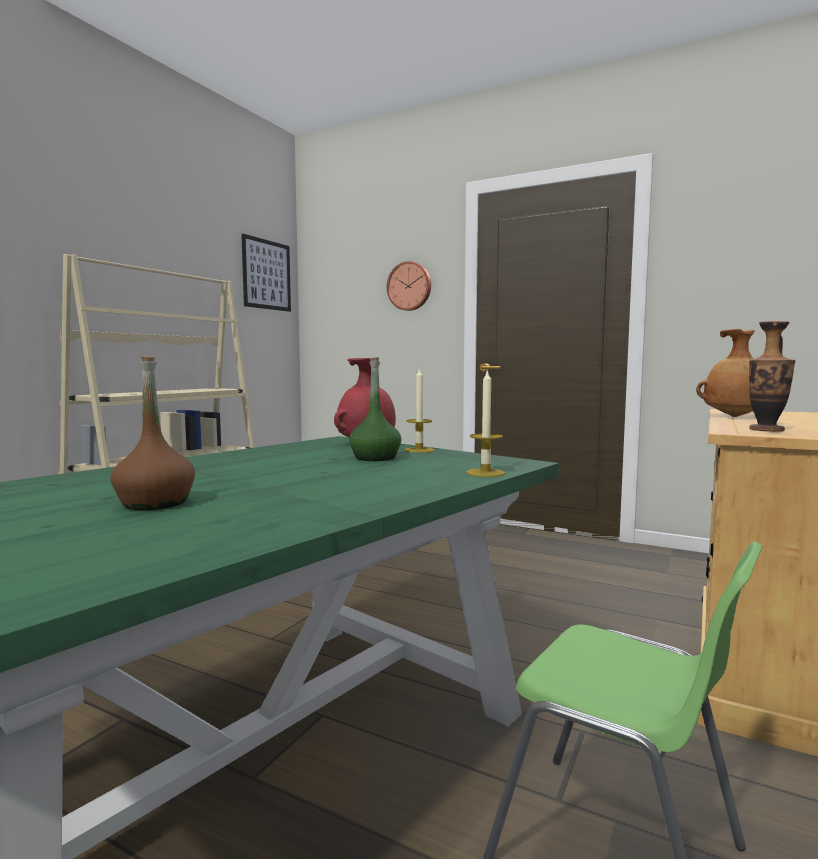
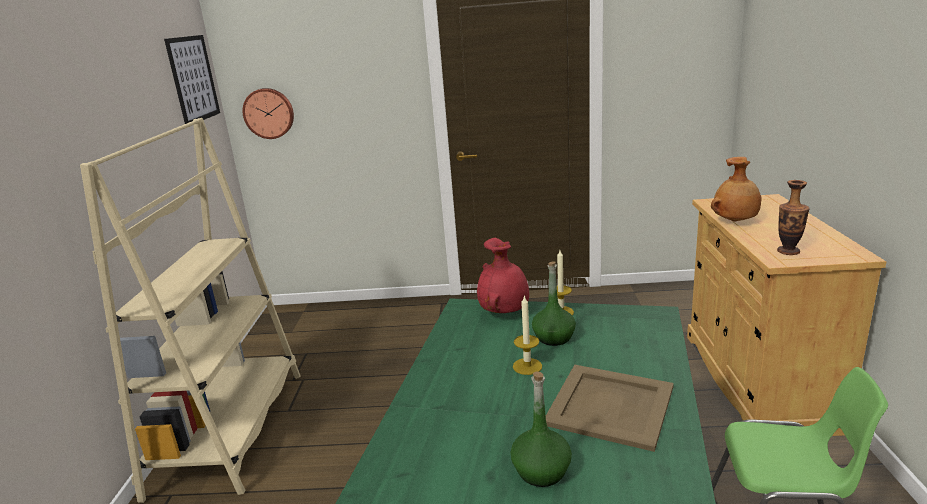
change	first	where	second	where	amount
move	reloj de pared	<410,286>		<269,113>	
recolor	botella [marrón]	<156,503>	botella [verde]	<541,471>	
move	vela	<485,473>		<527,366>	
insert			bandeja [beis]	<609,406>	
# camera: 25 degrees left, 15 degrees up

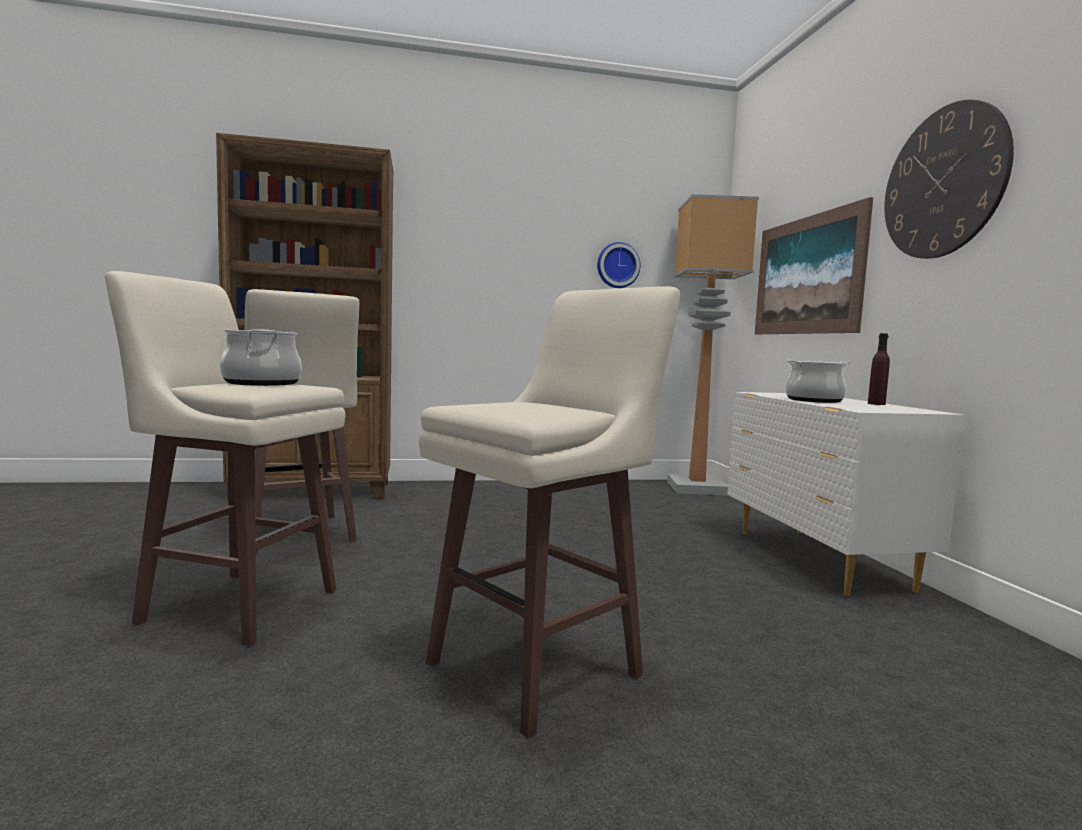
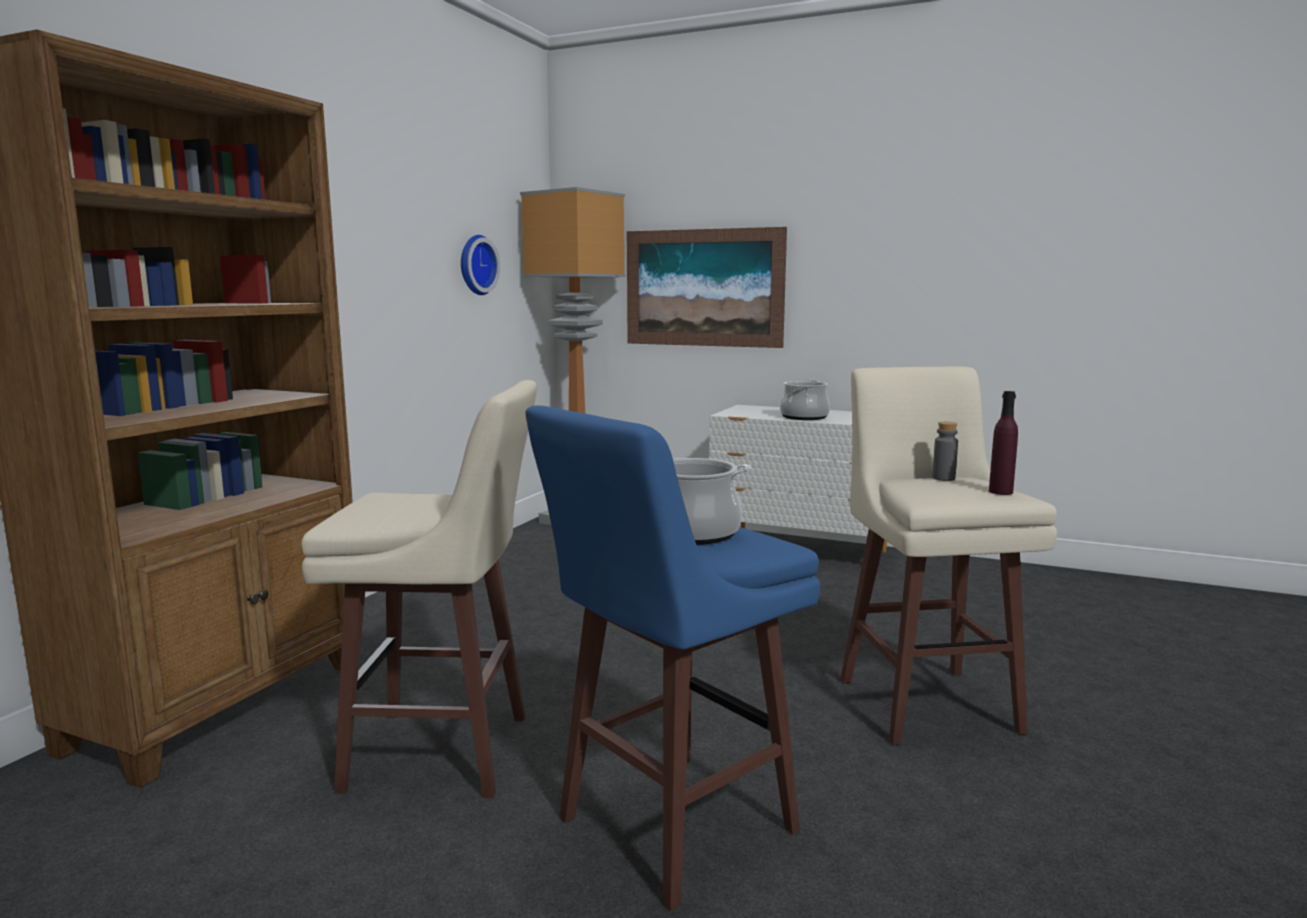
change	first	where	second	where	amount
recolor	taburete [beis]	<237,605>	taburete [azul]	<670,826>	
insert			botella [gris]	<943,478>	
move	botella [morado]	<876,404>		<1000,492>	
delete	reloj de pared	<943,182>			
# camera: 55 degrees left, 5 degrees up

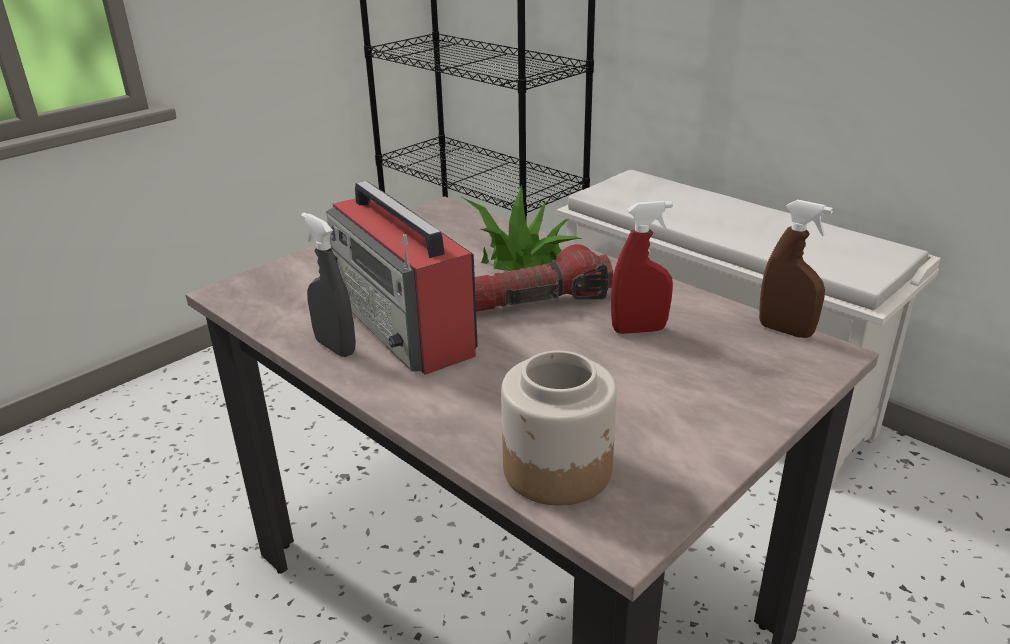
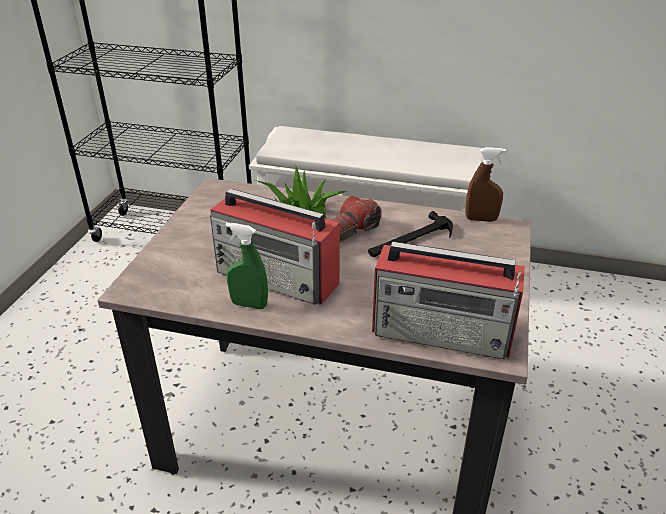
change	first	where	second	where	amount
recolor	pulverizador [gris]	<335,347>	pulverizador [verde]	<249,304>	
replace	pulverizador [rojo]	<639,330>	martillo	<410,240>	
replace	tarro	<559,469>	radio	<443,332>	
# camera: 30 degrees left, 5 degrees up

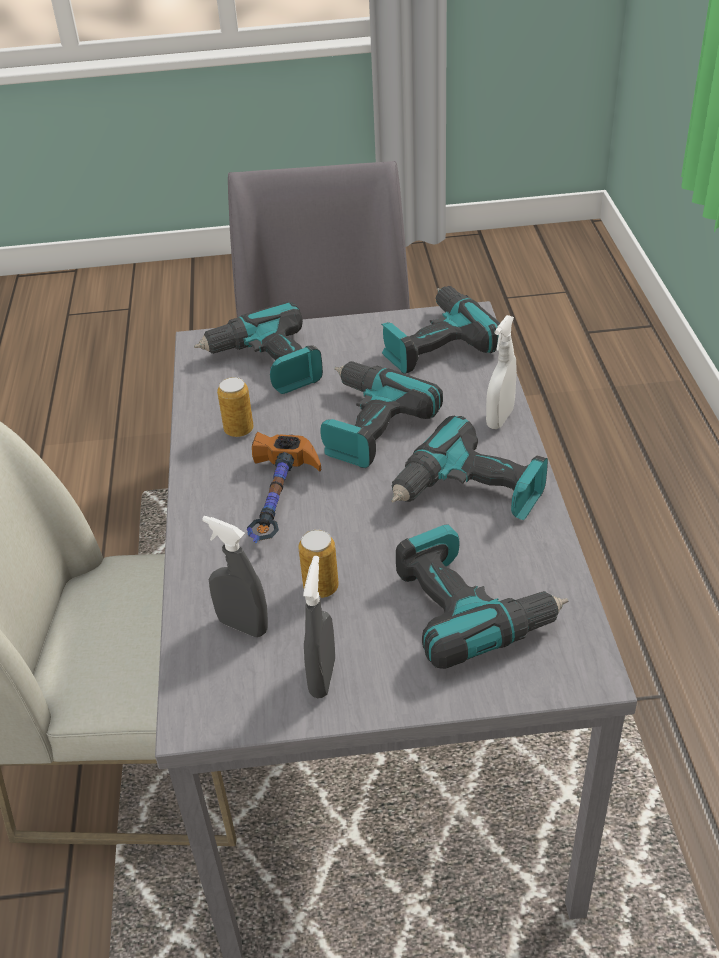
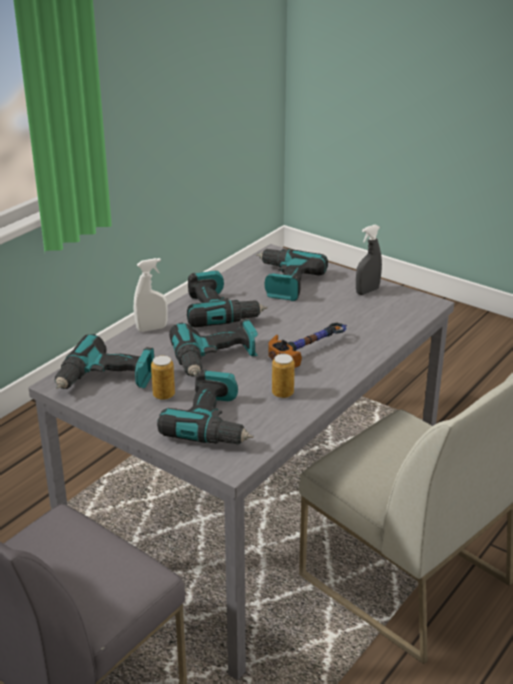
change	first	where	second	where	amount
move	lata	<321,587>		<164,395>	
delete	pulverizador [gris]	<243,626>			
# camera: 140 degrees left, 10 degrees down

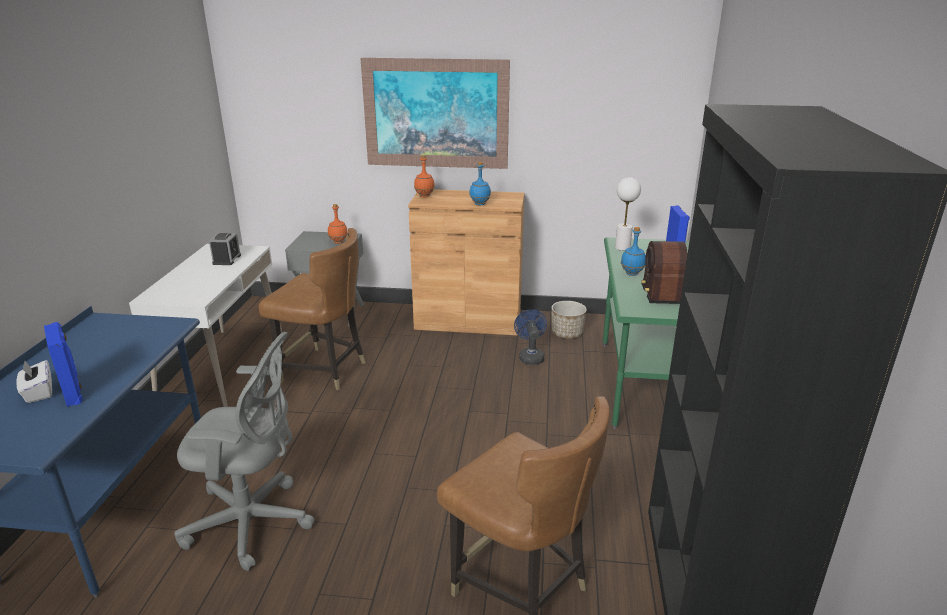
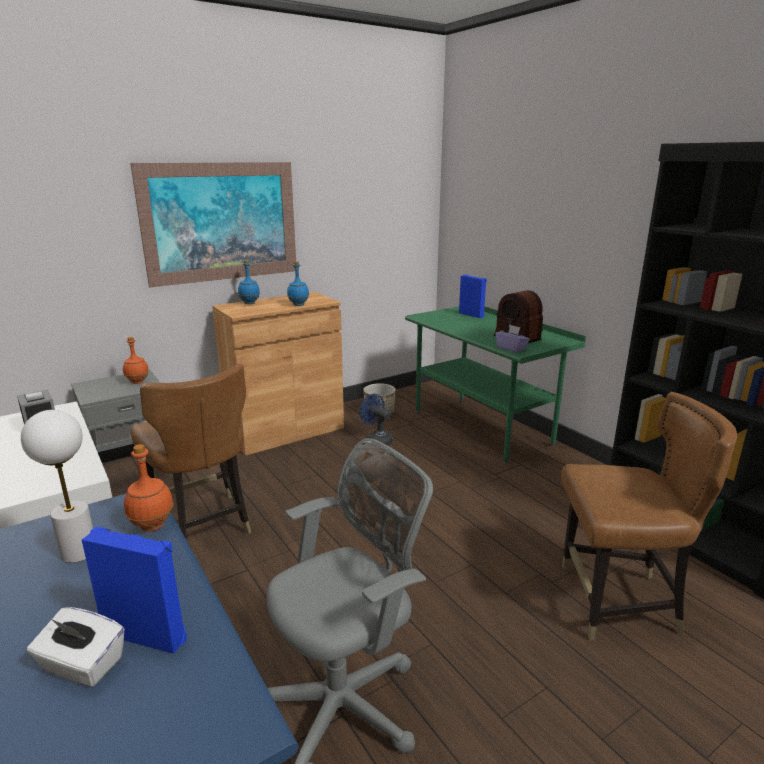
change	first	where	second	where	amount
move	lámpara de mesa [blanco]	<622,247>		<78,552>	
move	botella [naranja]	<424,196>		<152,525>	
rotate	silla [marrón]	<324,370>		<203,525>	75 degrees clockwise
move	botella [azul]	<632,273>		<249,303>	
insert			caja de pañuelos [morado]	<511,348>	
# camera: 40 degrees left, 5 degrees down

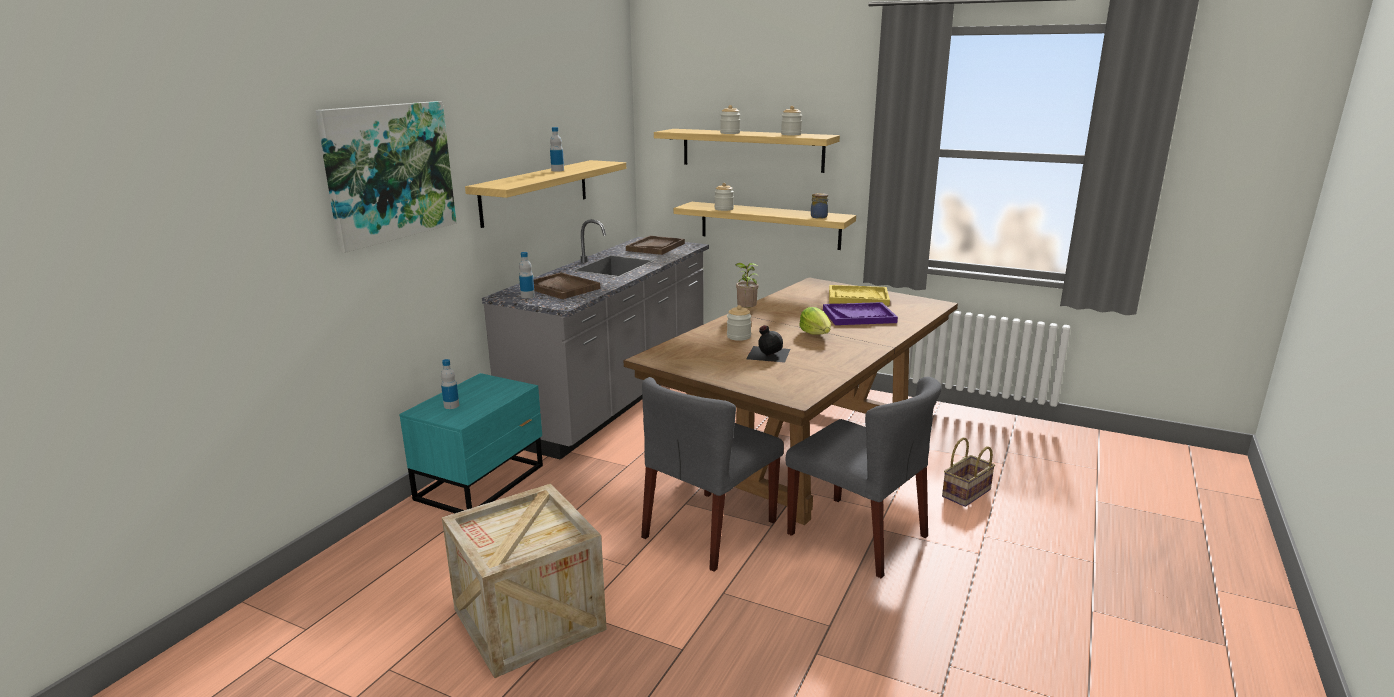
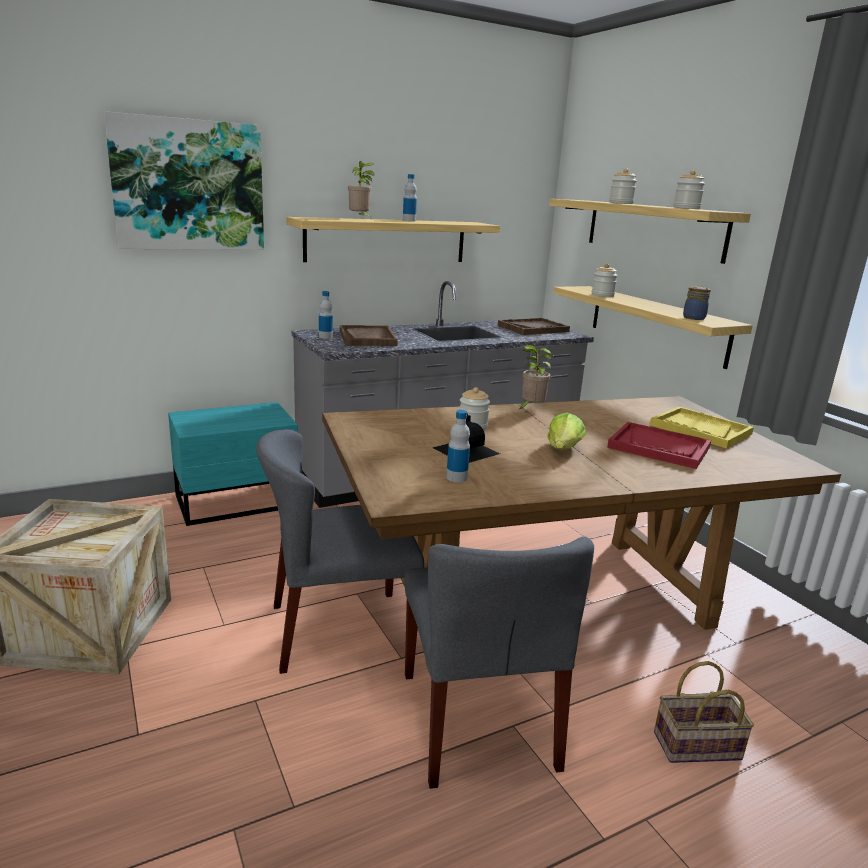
change	first	where	second	where	amount
insert			planta en maceta	<360,219>	
move	botella	<451,406>		<456,477>	
recolor	bandeja [morado]	<859,316>	bandeja [rojo]	<659,447>	
# camera: 35 degrees right, 0 degrees up

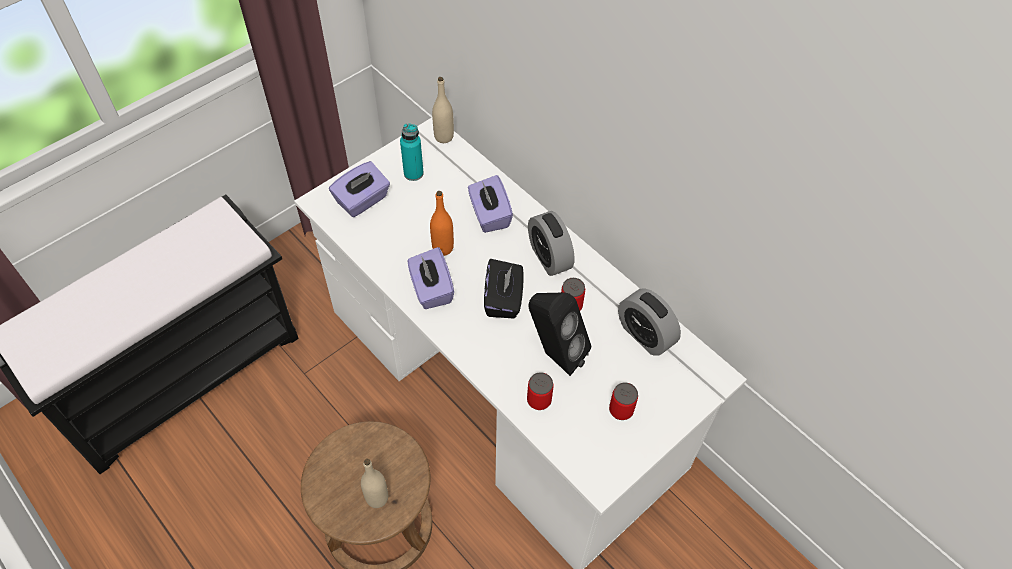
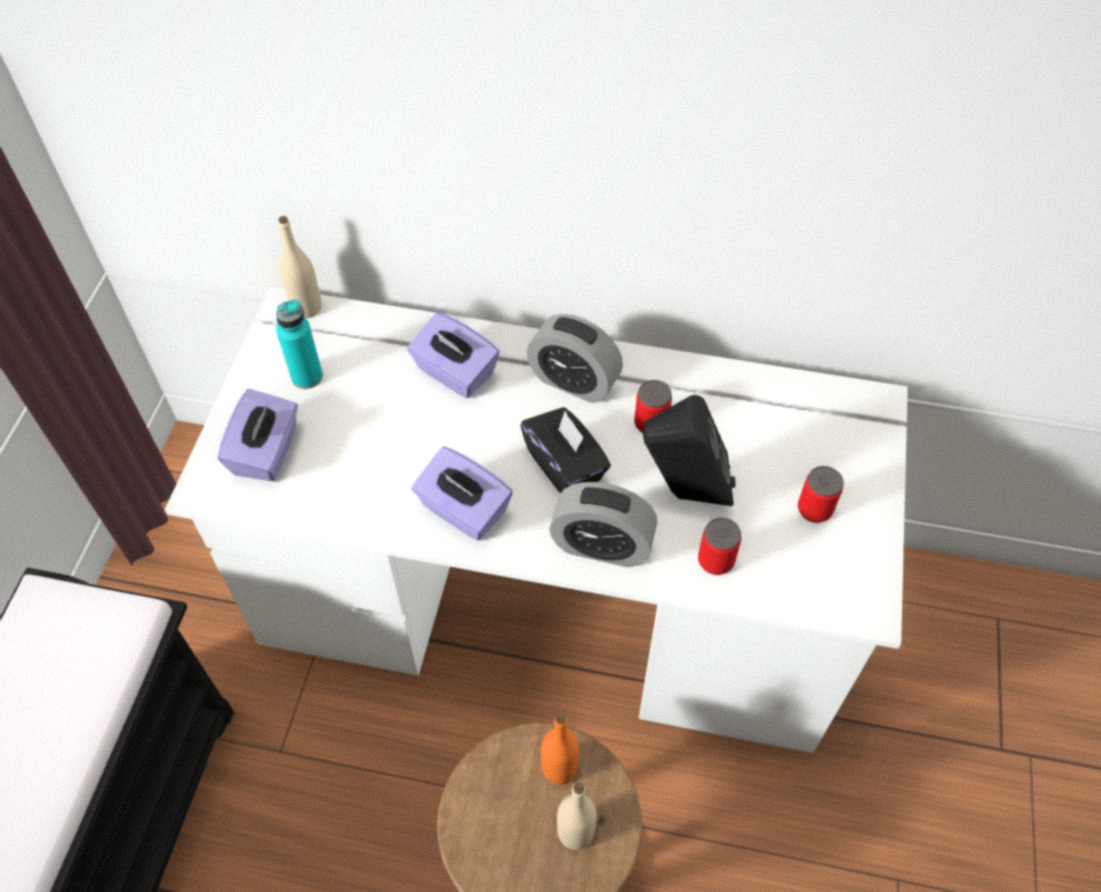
change	first	where	second	where	amount
move	botella [naranja]	<443,248>		<559,768>	
move	despertador	<645,335>		<601,545>	
# camera: 35 degrees left, 0 degrees up

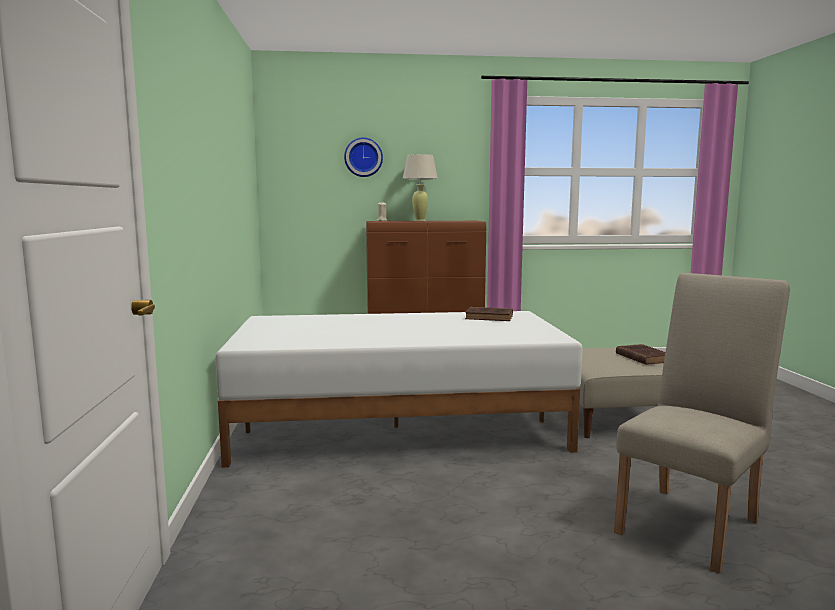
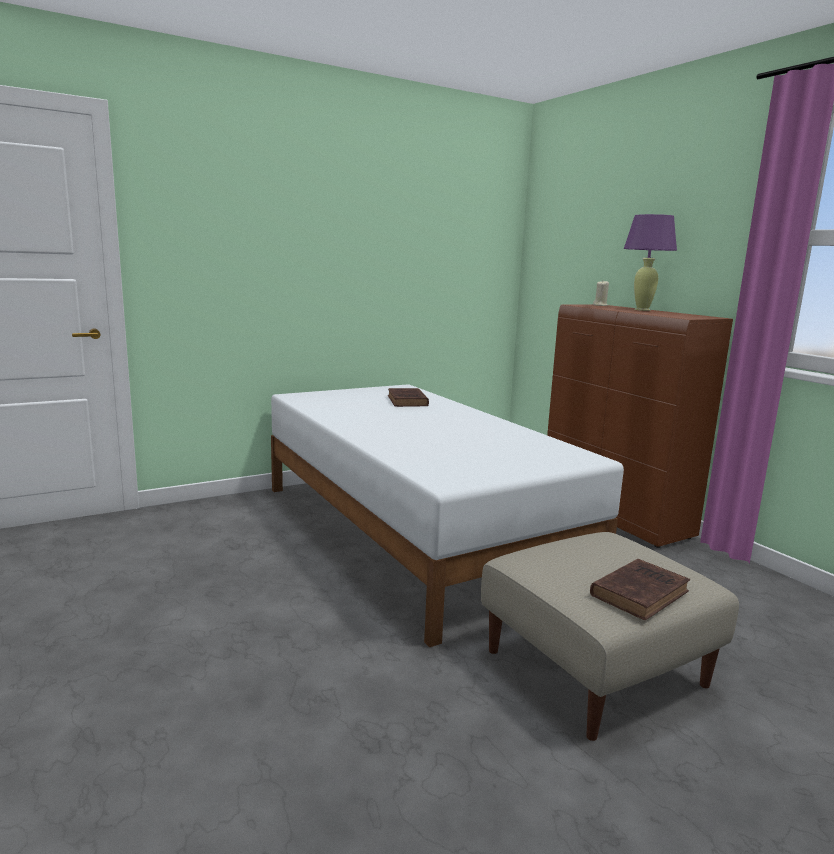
change	first	where	second	where	amount
move	libro [marrón]	<490,317>		<407,401>	
recolor	lámpara de mesa [beis]	<419,220>	lámpara de mesa [morado]	<642,310>	
delete	reloj de pared	<363,157>			
delete	silla [beis]	<693,522>			
# camera: 65 degrees right, 5 degrees up

